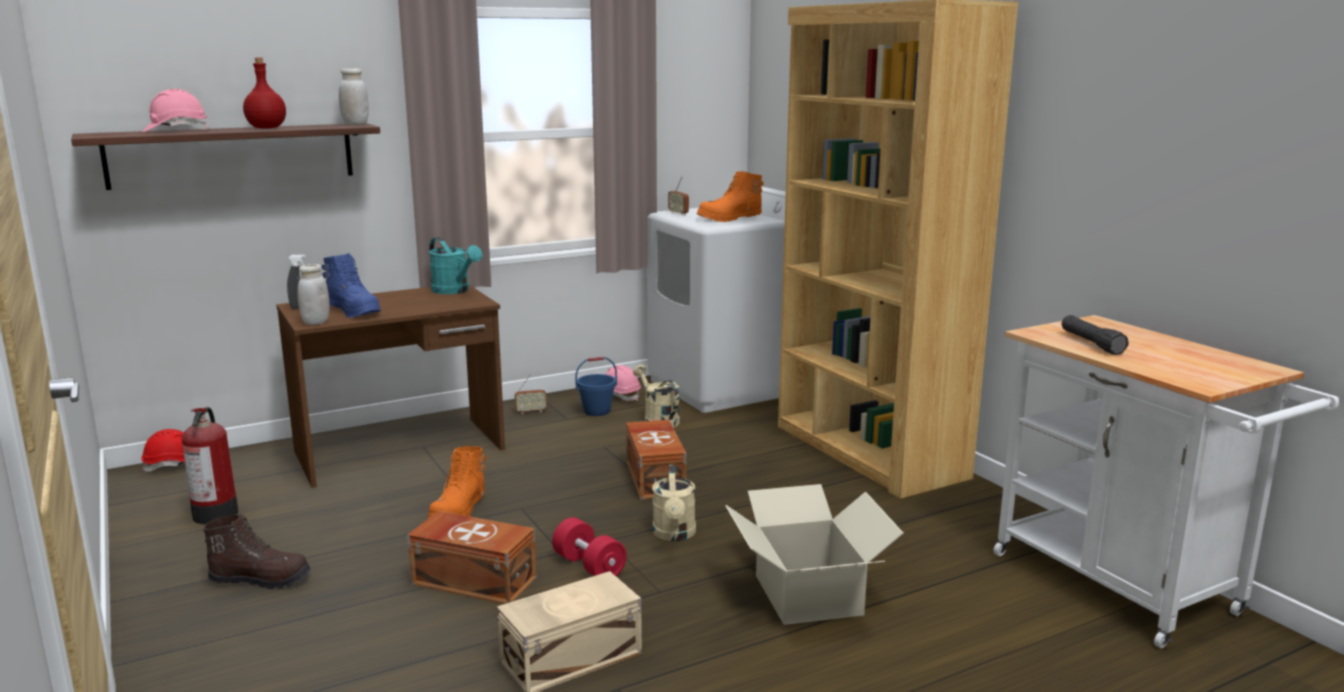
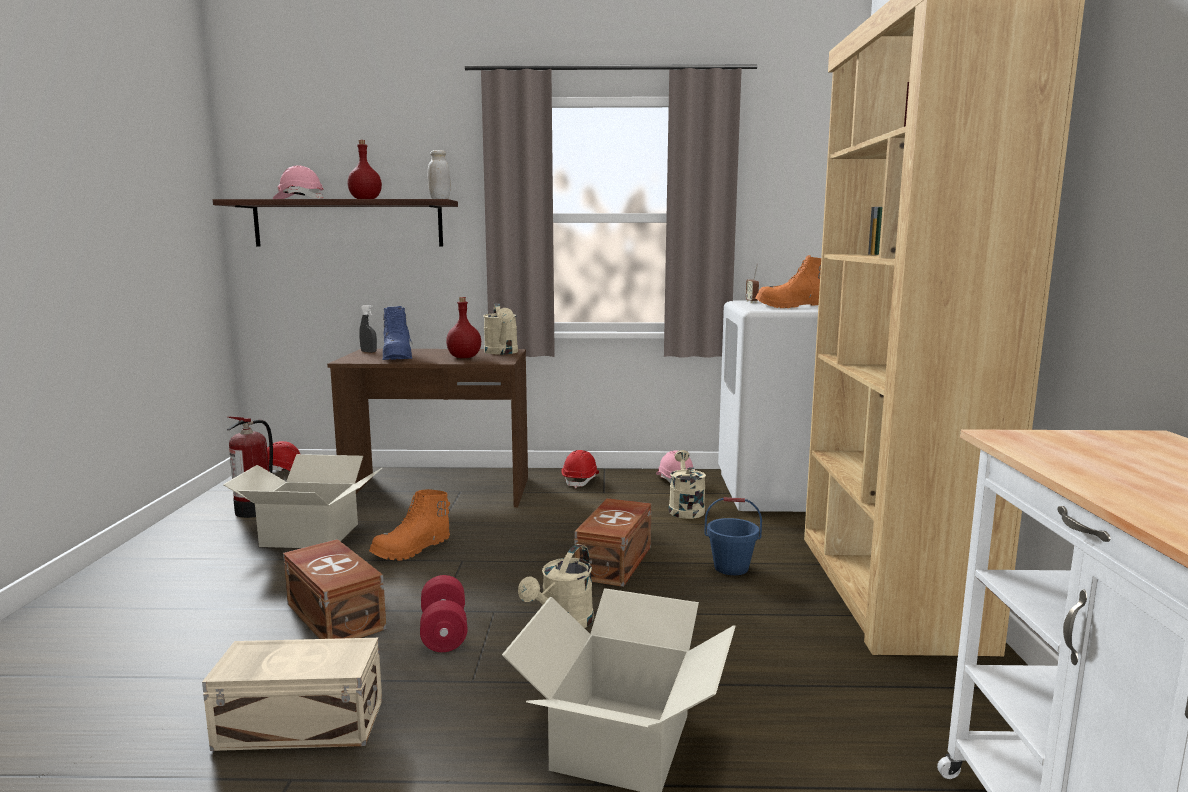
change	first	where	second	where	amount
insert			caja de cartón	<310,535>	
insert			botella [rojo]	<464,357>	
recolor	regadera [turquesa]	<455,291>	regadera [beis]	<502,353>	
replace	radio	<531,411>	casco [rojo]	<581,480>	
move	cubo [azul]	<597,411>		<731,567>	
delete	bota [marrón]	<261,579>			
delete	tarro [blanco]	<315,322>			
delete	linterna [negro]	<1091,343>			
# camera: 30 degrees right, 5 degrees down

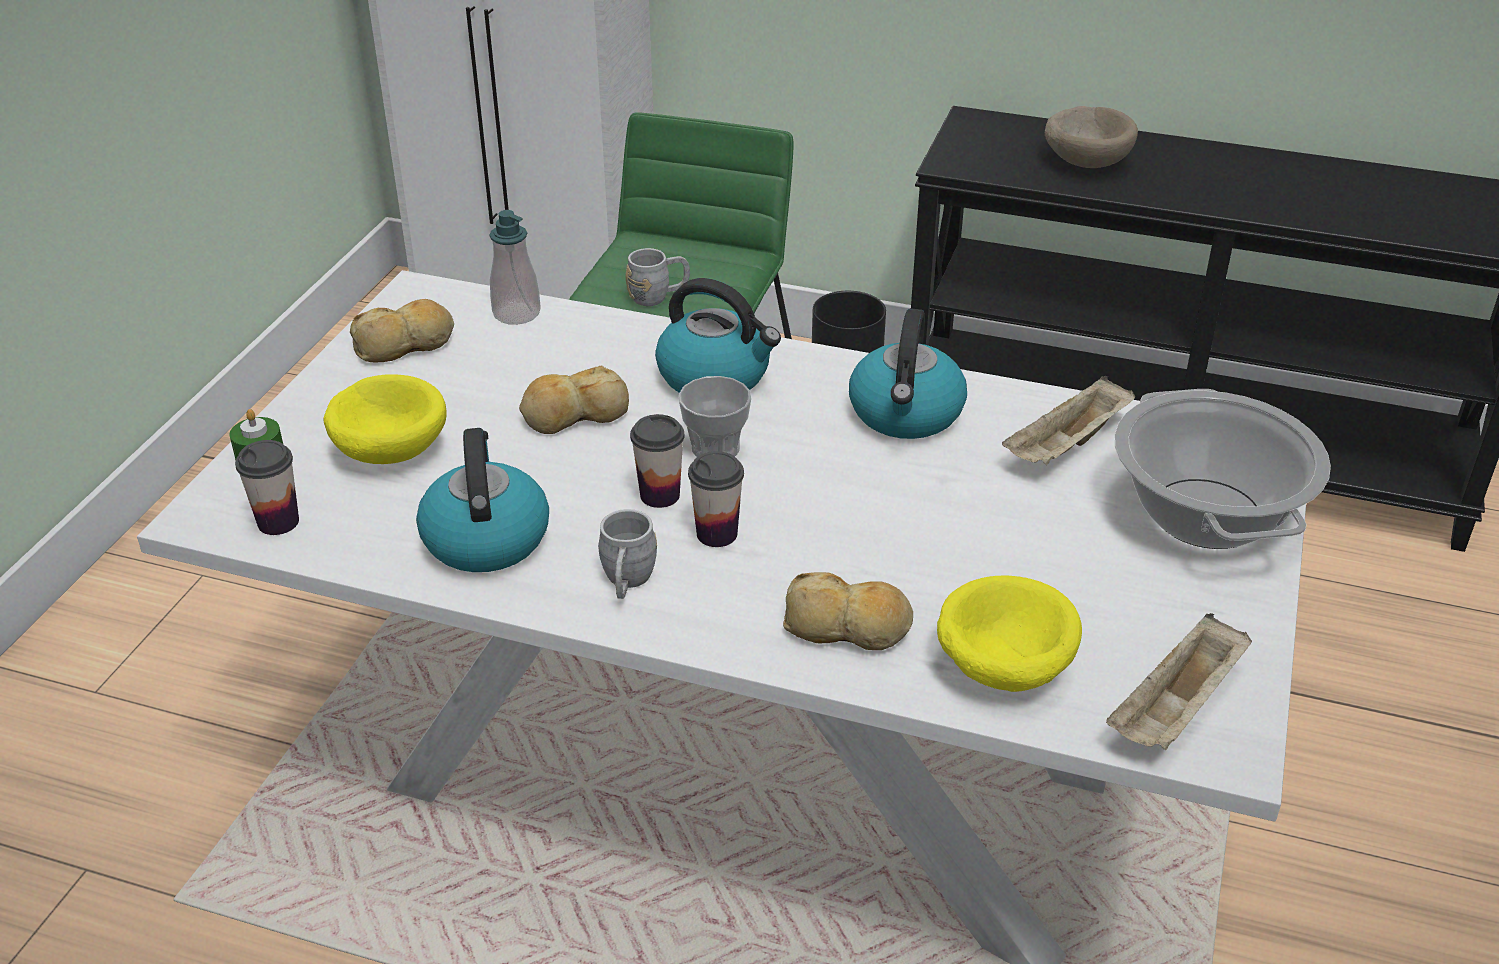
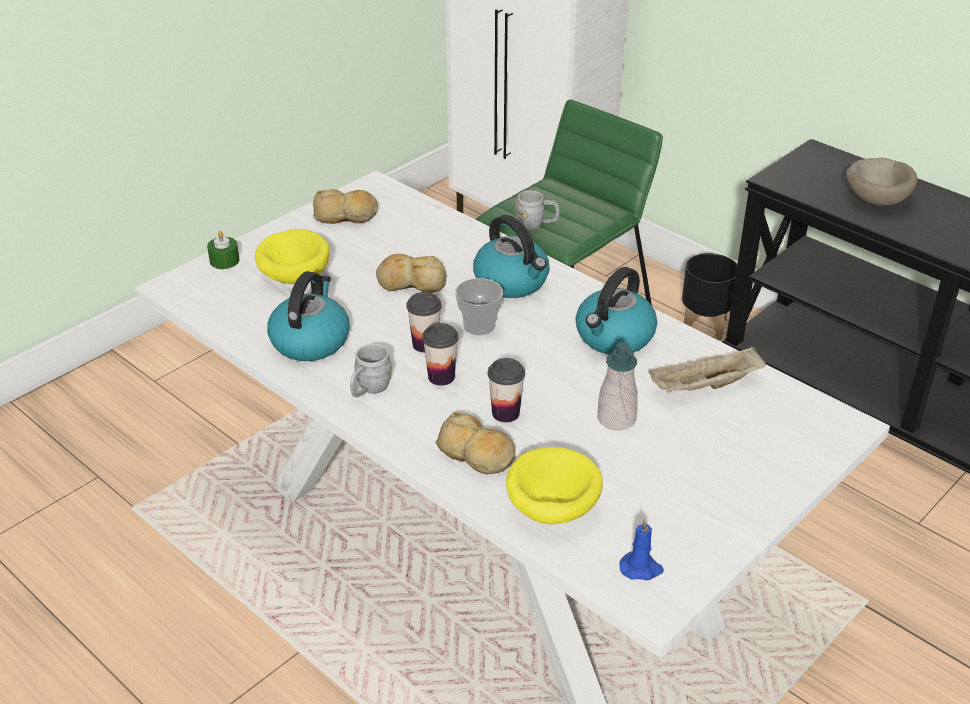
change	first	where	second	where	amount
move	taza	<278,522>		<505,413>	
move	dispensador de jabón	<516,313>		<616,419>	
replace	bandeja [beis]	<1176,709>	vela [azul]	<641,568>	
delete	olla	<1207,515>			
# camera: 25 degrees right, 0 degrees up

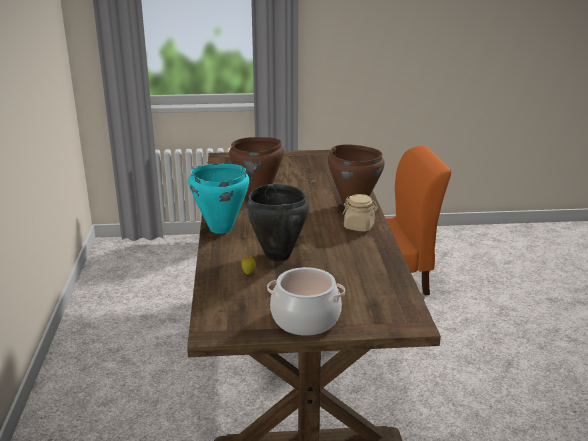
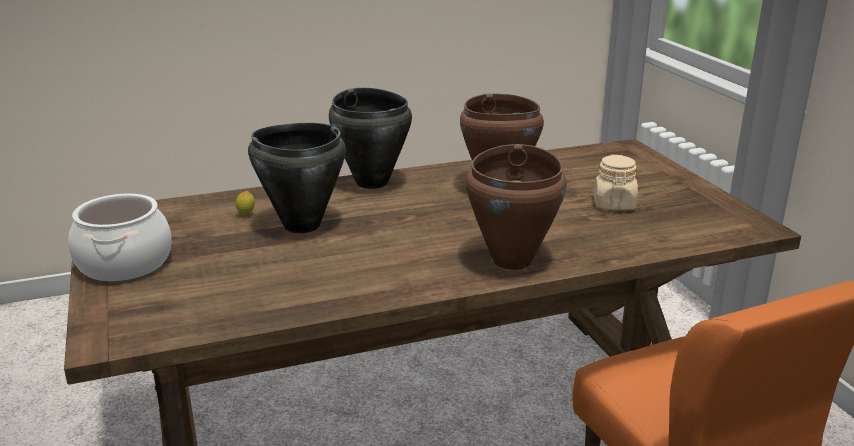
change	first	where	second	where	amount
recolor	olla [turquesa]	<220,228>	olla [negro]	<372,182>	
move	tarro [beis]	<359,226>		<614,204>	
# camera: 75 degrees right, 0 degrees up

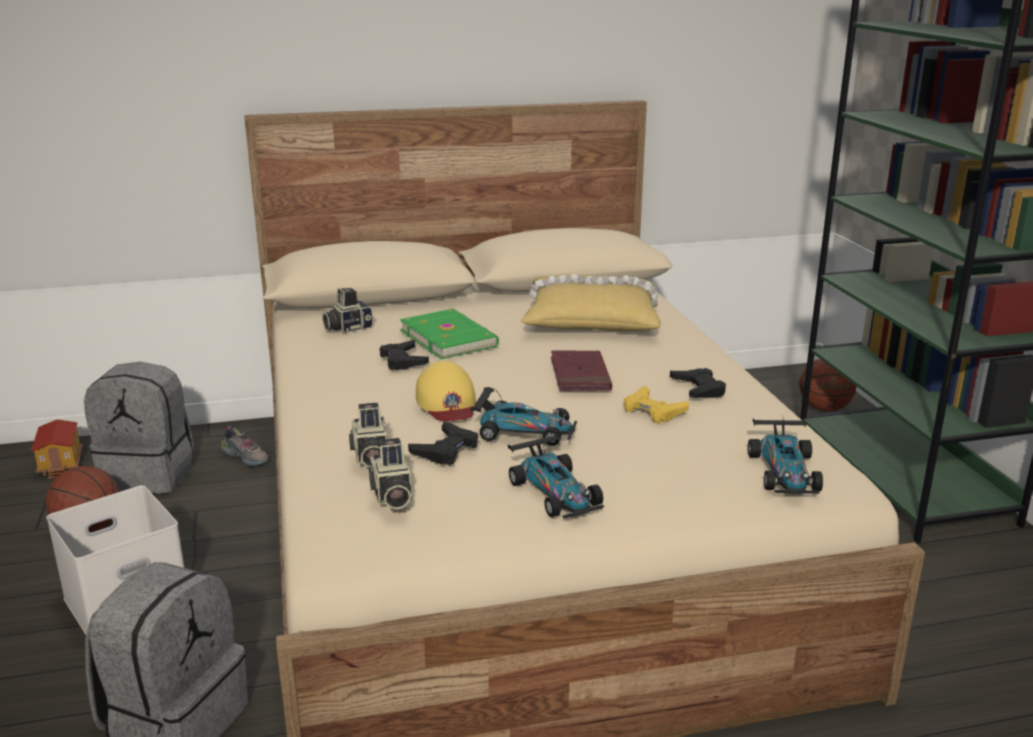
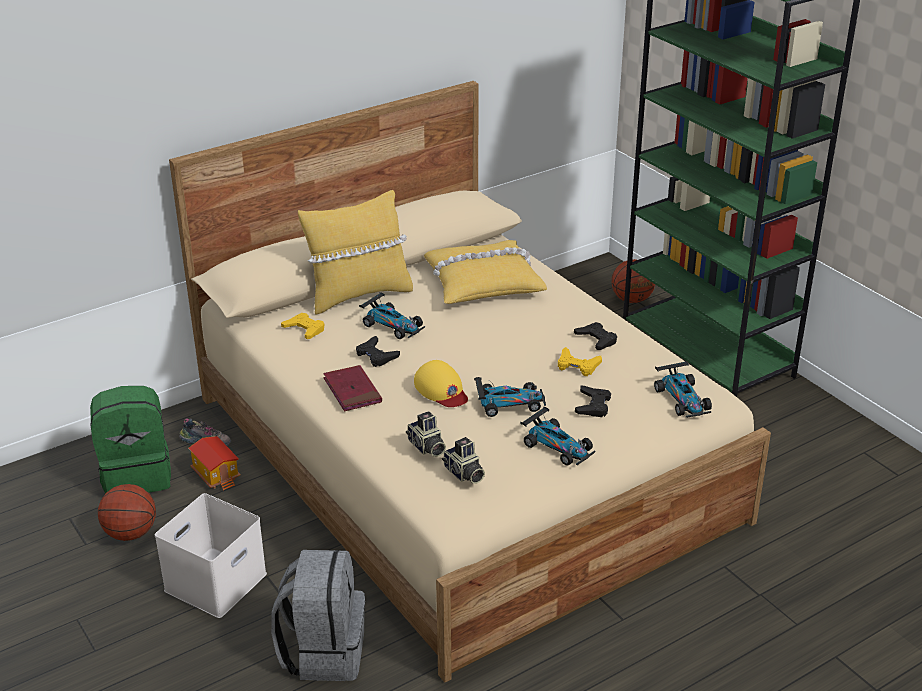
change	first	where	second	where	amount
recolor	mochila [gris]	<150,474>	mochila [verde]	<137,475>	
move	casita	<61,464>		<217,474>	
replace	cámara	<347,328>	mando de consola [amarillo]	<304,329>	
insert			cojín [amarillo]	<358,295>	
move	libro [rojo]	<580,375>		<352,391>	
replace	libro [verde]	<449,337>	coche de juguete	<393,325>	
move	mando de consola [negro]	<446,450>		<593,405>	
# camera: 20 degrees left, 10 degrees up

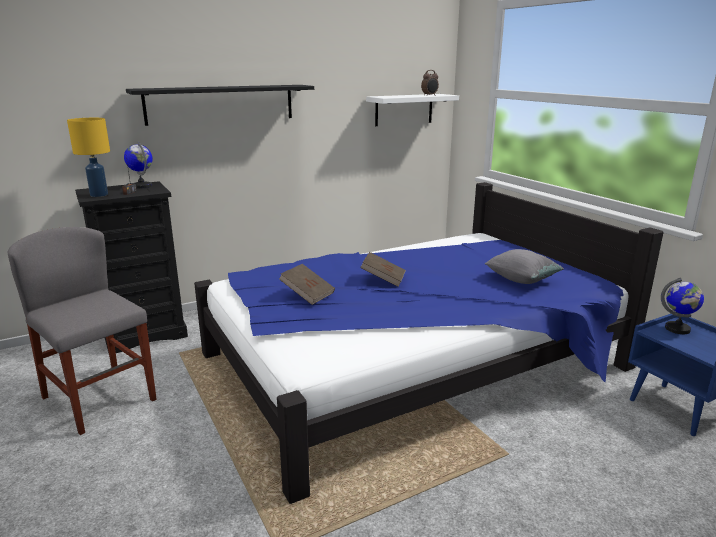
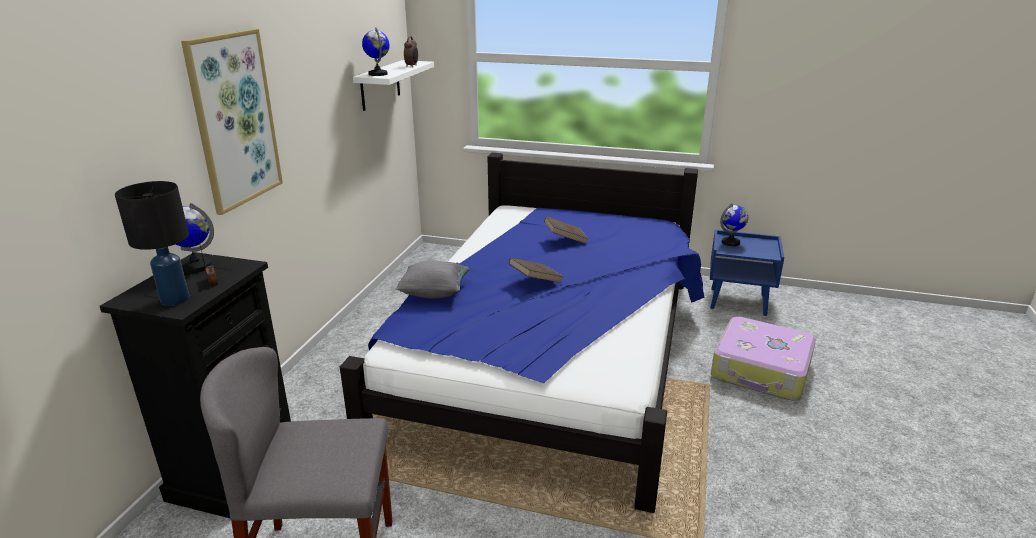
change	first	where	second	where	amount
recolor	lámpara de mesa [amarillo]	<99,195>	lámpara de mesa [negro]	<176,299>	
replace	estante [negro]	<221,104>	cuadro	<234,120>	
insert			globo terráqueo	<378,74>	
move	cojín [gris]	<521,280>		<434,293>	
move	libro [marrón]	<307,294>		<565,239>	
insert			maleta	<761,370>	
# camera: 45 degrees left, 5 degrees up

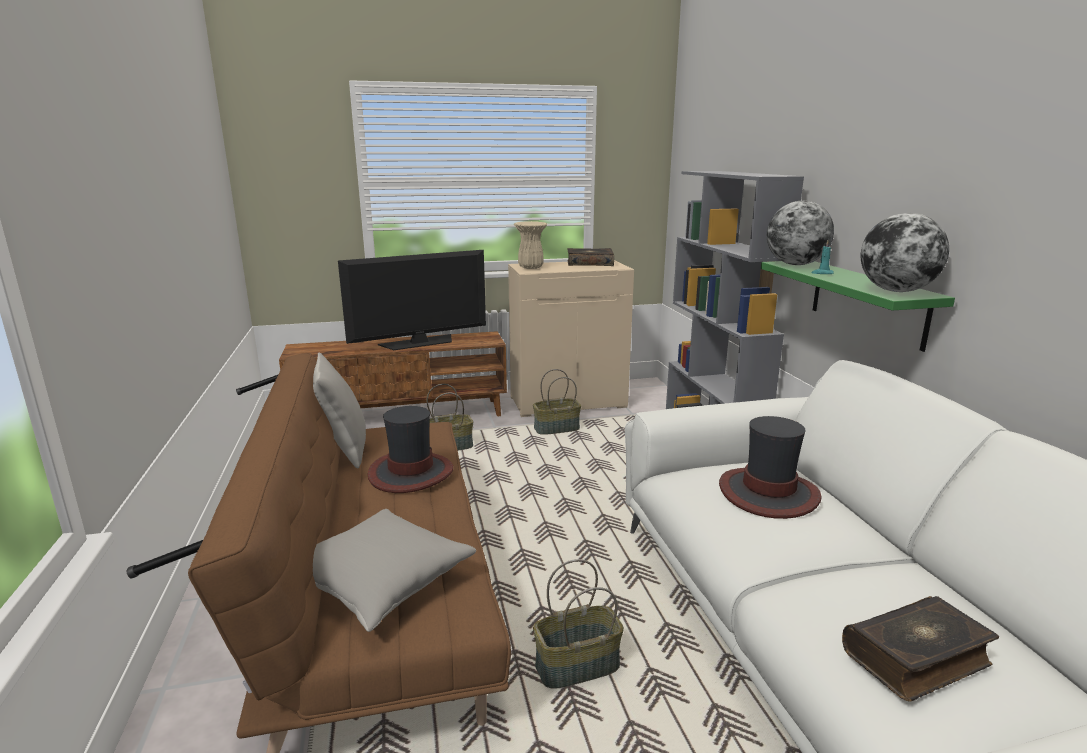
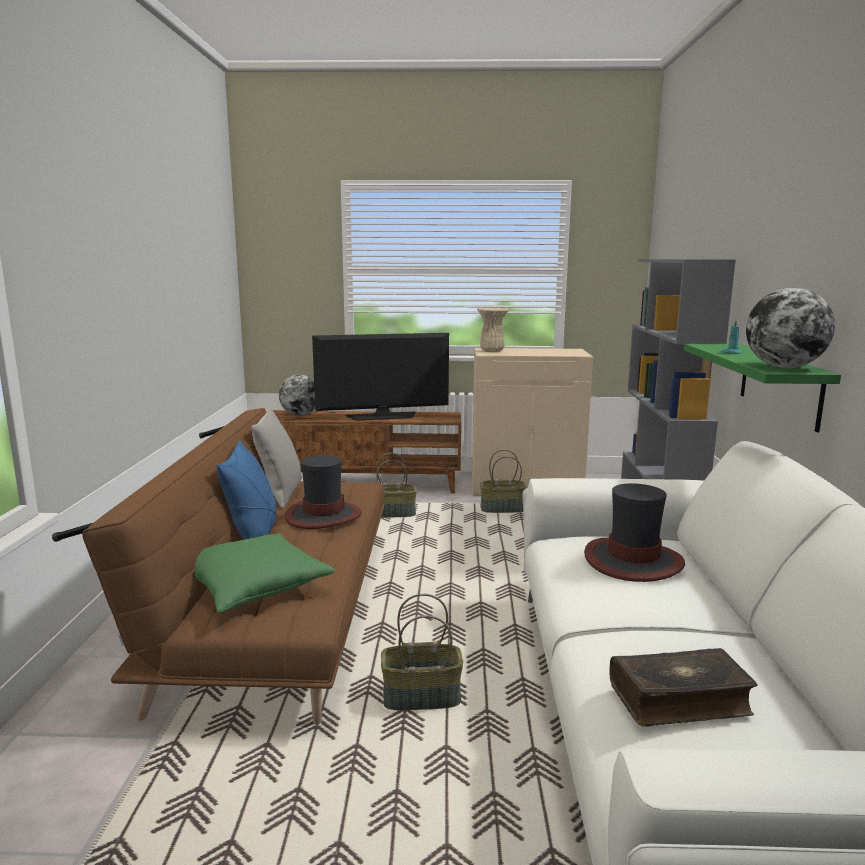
change	first	where	second	where	amount
recolor	cojín [gris]	<380,582>	cojín [verde]	<254,587>	
insert			cojín [azul]	<254,536>	
move	globo terráqueo	<795,264>		<300,415>	
delete	libro	<590,264>			
# camera: 15 degrees right, 5 degrees down

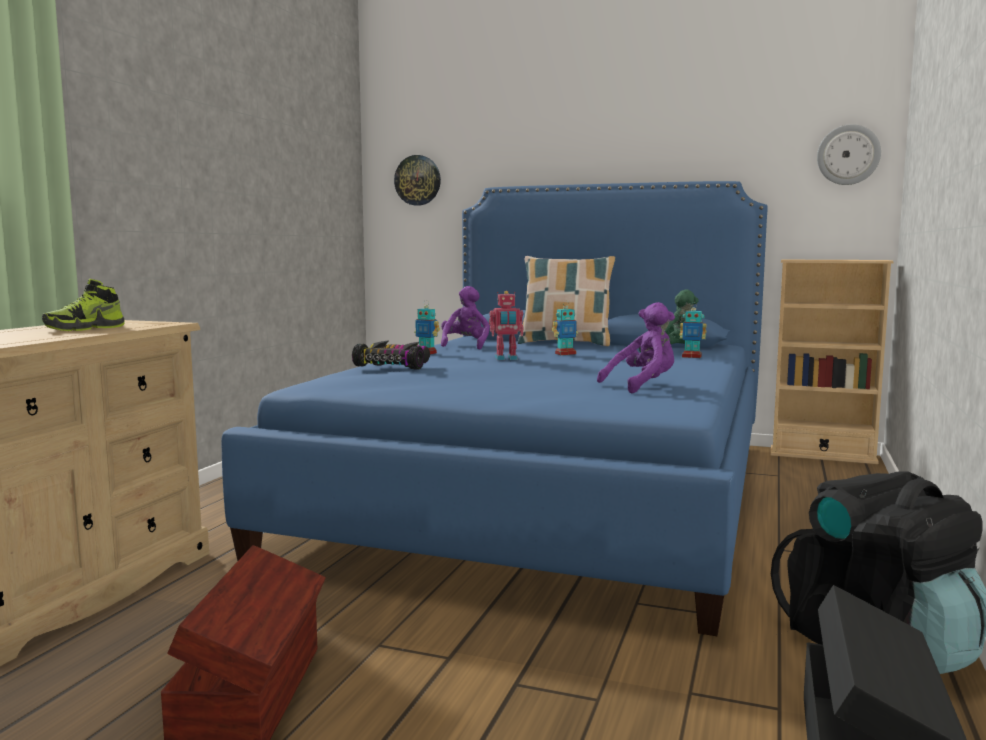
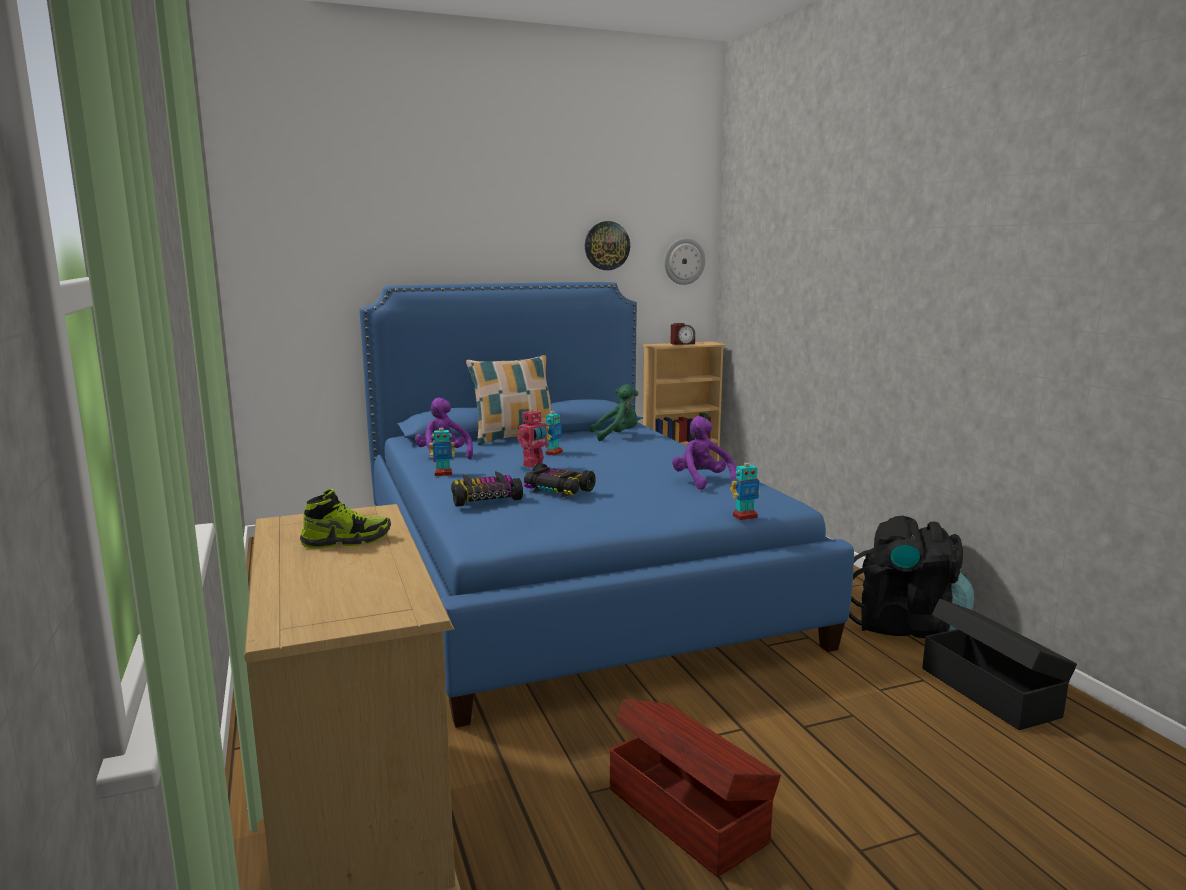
change	first	where	second	where	amount
rotate	zapato	<85,328>		<346,541>	105 degrees counterclockwise
insert			coche de juguete	<557,490>	
move	reloj de pared	<418,180>		<607,245>	
insert			despertador	<682,343>	
rotate	peluche [morado]	<642,386>		<702,482>	45 degrees counterclockwise
move	robot de juguete	<691,357>		<744,516>	
# camera: 40 degrees left, 5 degrees up

